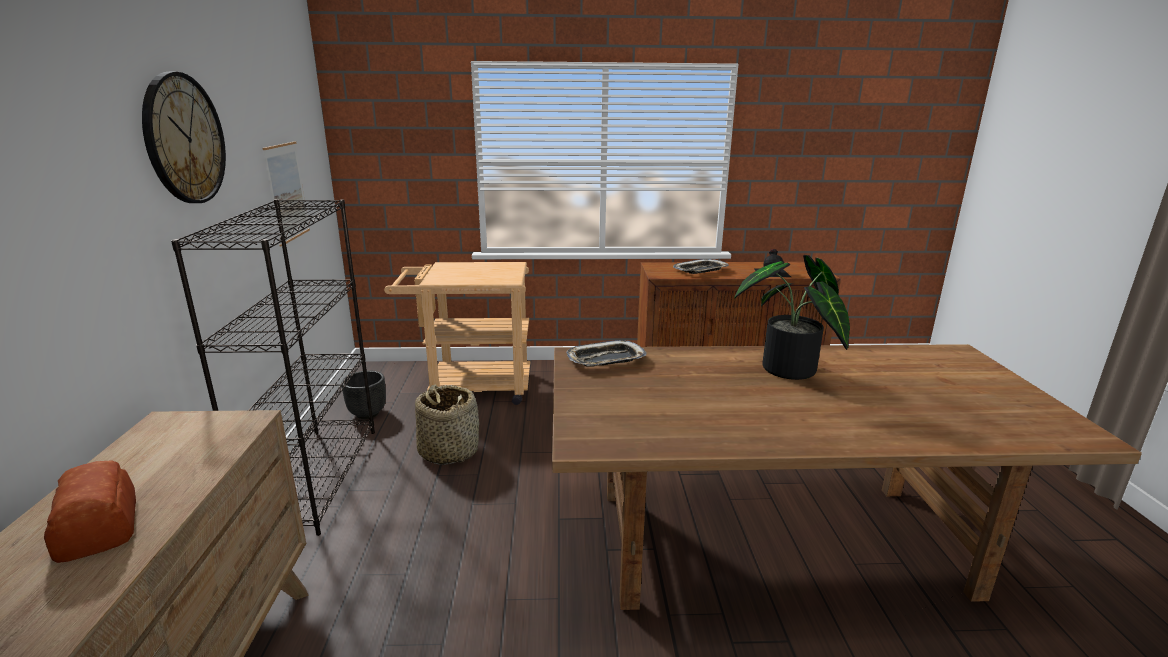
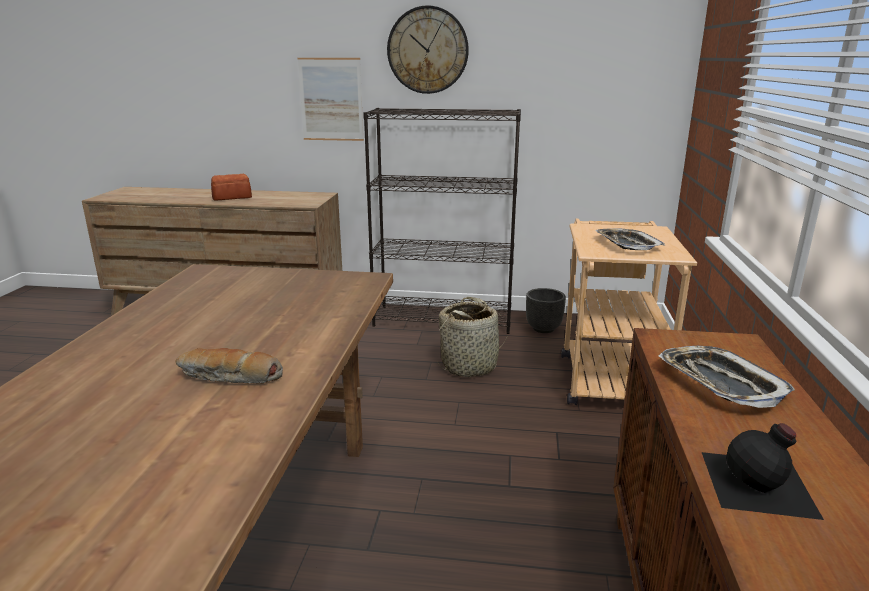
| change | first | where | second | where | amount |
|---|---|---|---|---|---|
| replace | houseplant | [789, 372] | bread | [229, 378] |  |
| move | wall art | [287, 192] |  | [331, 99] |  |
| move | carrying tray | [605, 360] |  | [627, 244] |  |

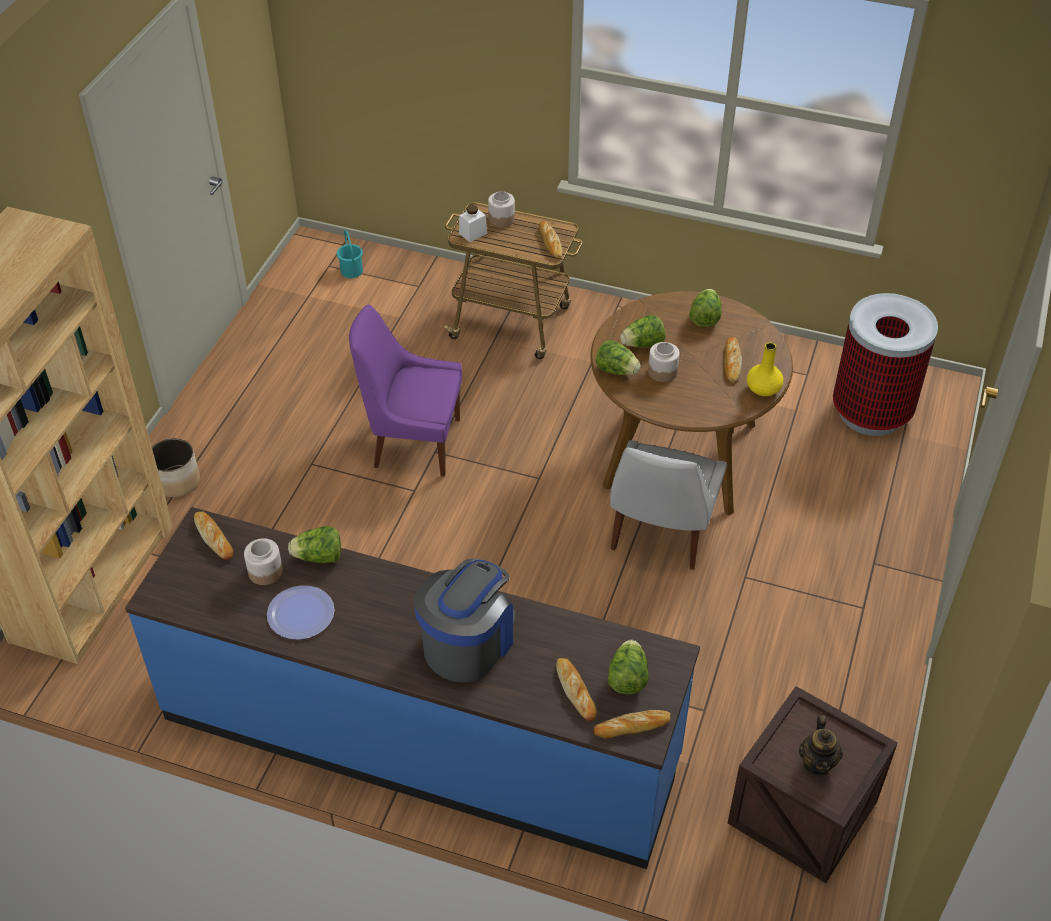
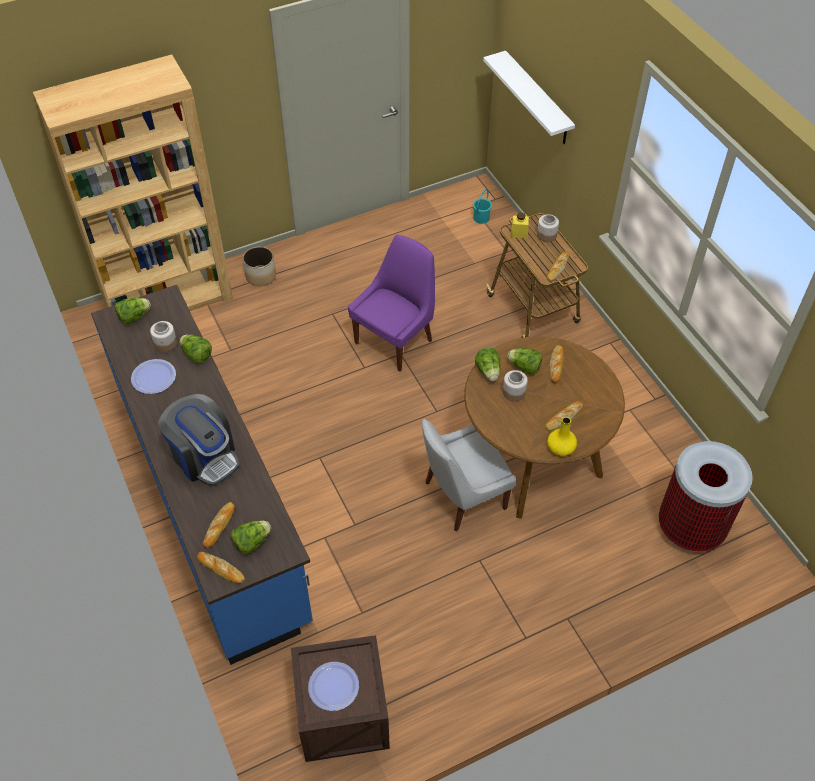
| change | first | where | second | where | amount |
|---|---|---|---|---|---|
| move | lettuce | [704, 318] |  | [134, 317] |  |
| rotate | coffee brewer | [468, 642] |  | [204, 456] | 60 degrees clockwise |
| replace | teapot | [818, 763] | flat dish | [333, 686] |  |
| rotate | plain chair/purplish | [413, 442] |  | [395, 340] | 75 degrees clockwise |
| insert |  |  | shelf/white-coloured | [537, 99] |  |
| recolor | storage jar/white-coloured | [473, 233] | storage jar/yellow-coloured | [519, 233] |  |
| move | bread | [214, 538] |  | [556, 365] |  |

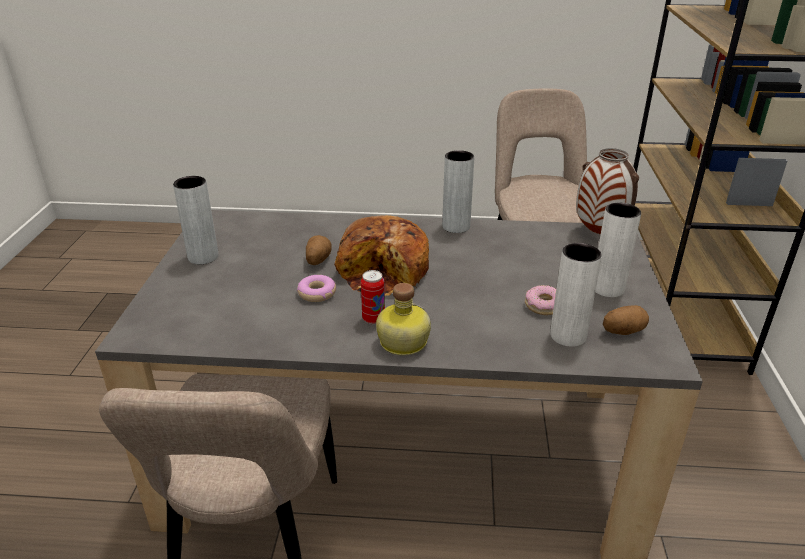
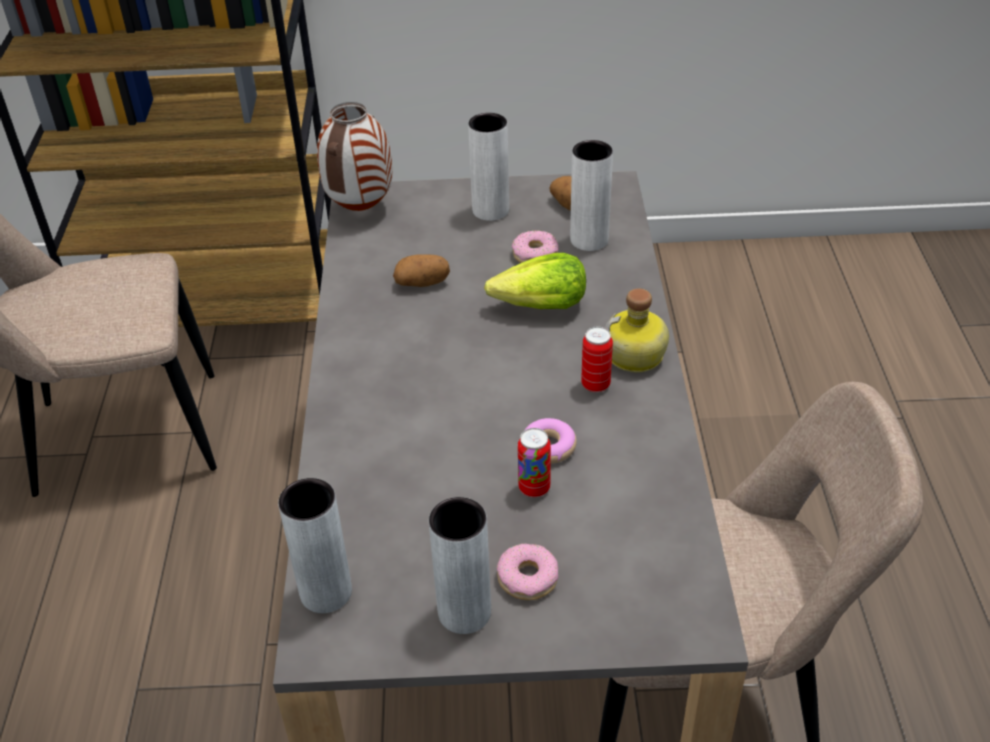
| change | first | where | second | where | amount |
|---|---|---|---|---|---|
| move | flower vase/gray | [456, 226] |  | [326, 592] |  |
| move | spud | [317, 260] |  | [422, 283] |  |
| insert |  |  | lettuce | [541, 306] |  |
| insert |  |  | ring doughnut | [527, 578] |  |
| insert |  |  | metal can | [534, 488] |  |
| delete | bread | [385, 271] |  |  |  |

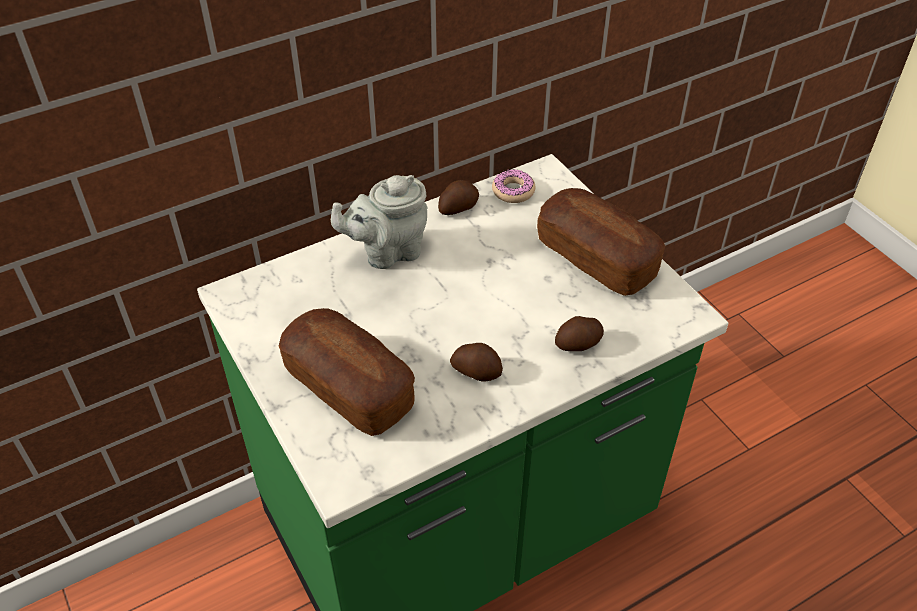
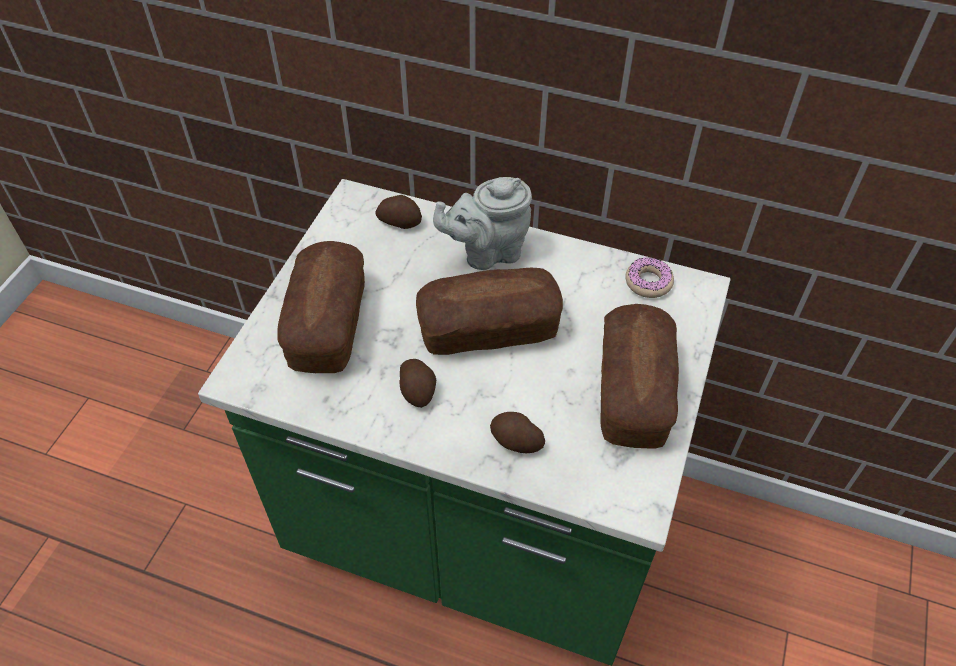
| change | first | where | second | where | amount |
|---|---|---|---|---|---|
| move | spud | [457, 207] |  | [400, 221] |  |
| insert |  |  | bread | [488, 328] |  |
| rotate | teapot/gray | [387, 252] |  | [487, 252] | 45 degrees counterclockwise |

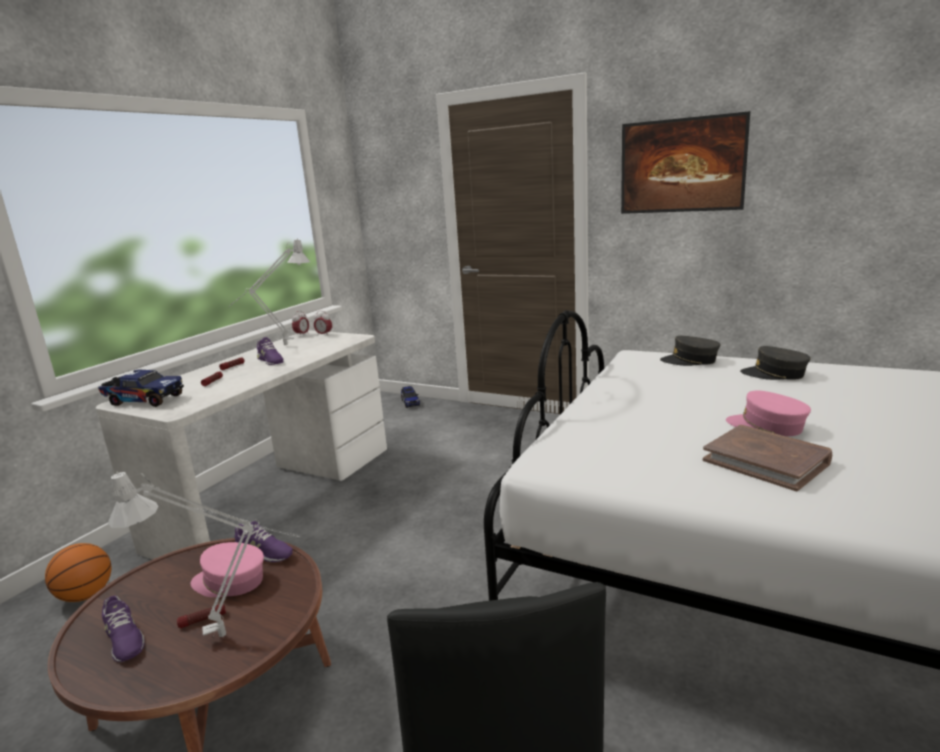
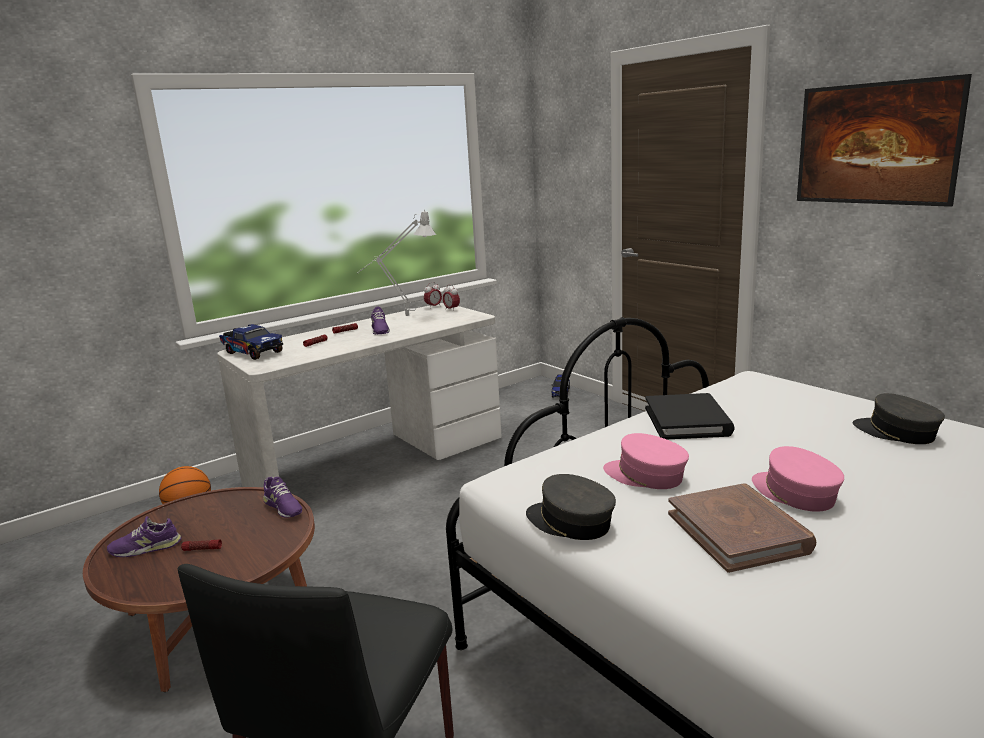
| change | first | where | second | where | amount |
|---|---|---|---|---|---|
| rotate | low shoe/purplish | [124, 639] |  | [145, 548] | 90 degrees clockwise |
| move | cap/gray | [690, 361] |  | [570, 522] |  |
| move | cap/pink | [230, 582] |  | [645, 476] |  |
| insert |  |  | book/black | [687, 421] |  |
| delete | table lamp/gray | [234, 633] |  |  |  |

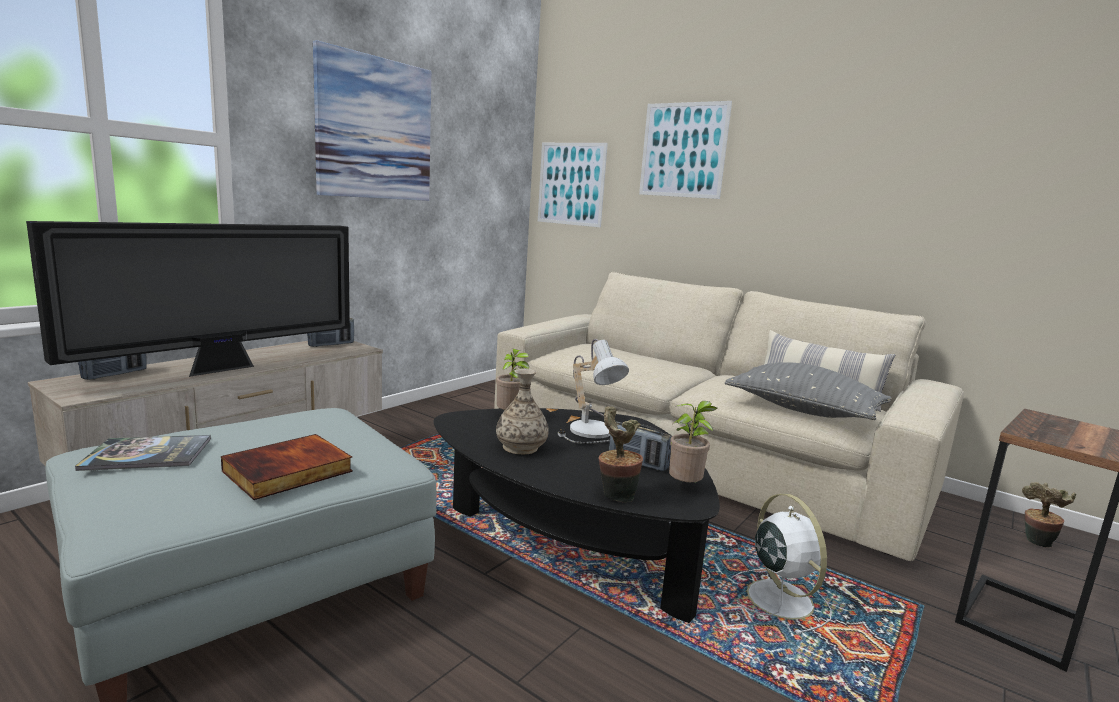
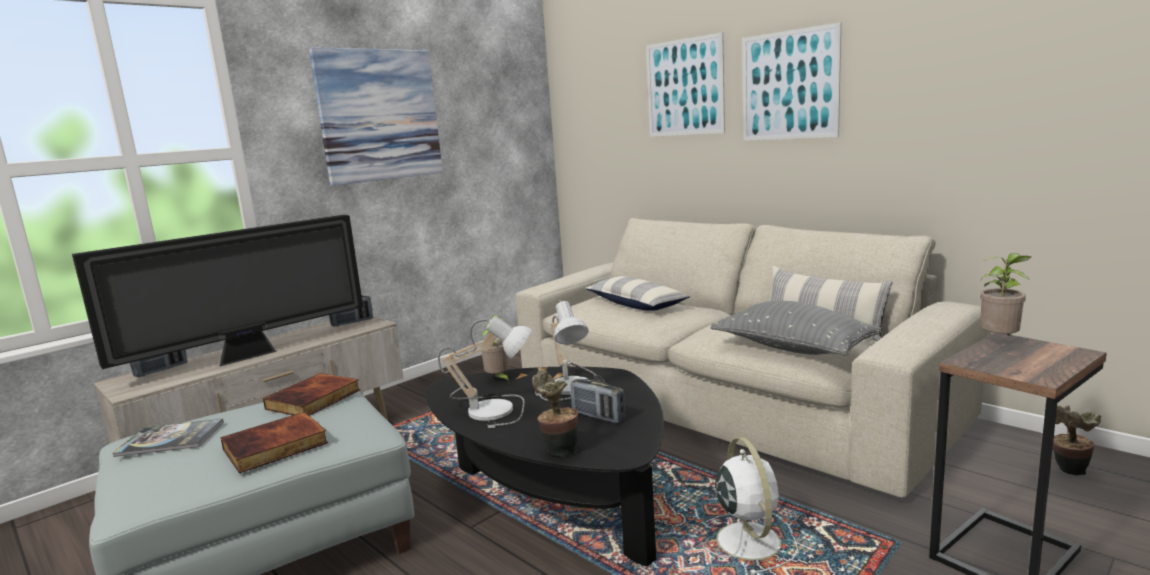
| change | first | where | second | where | amount |
|---|---|---|---|---|---|
| insert |  |  | book | [314, 400] |  |
| replace | flower vase | [521, 447] | table lamp | [494, 408] |  |
| insert |  |  | cushion | [636, 304] |  |
| move | wall art | [571, 184] |  | [789, 85] |  |
| move | houseplant | [686, 488] |  | [1000, 341] |  |

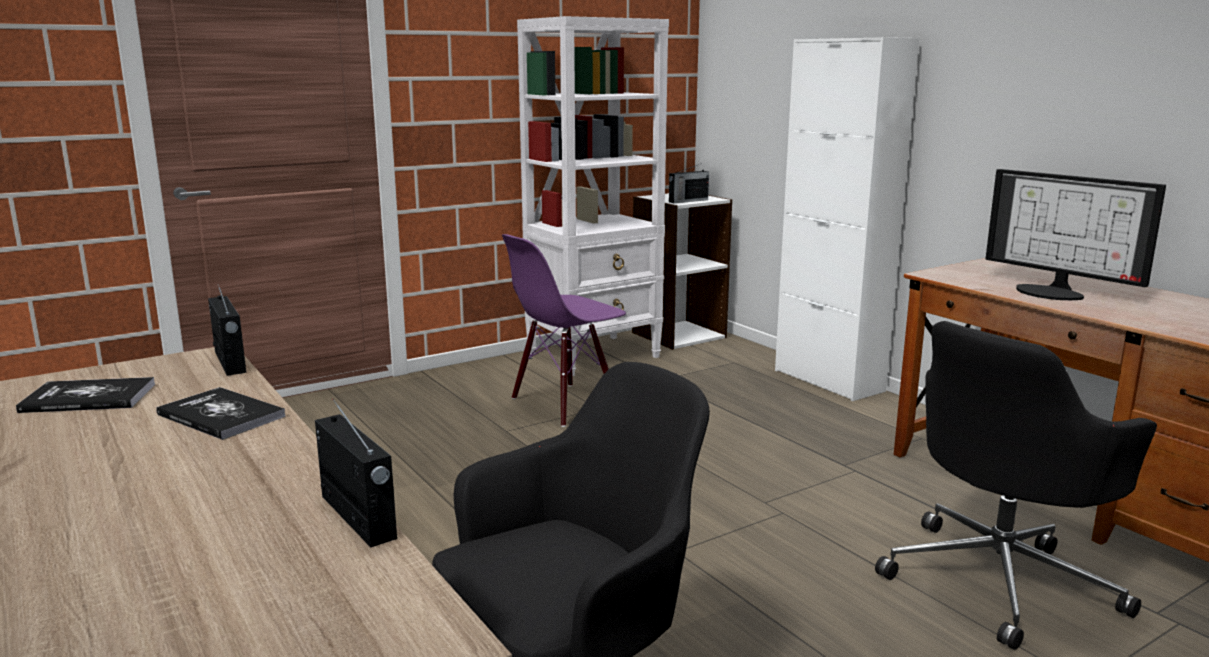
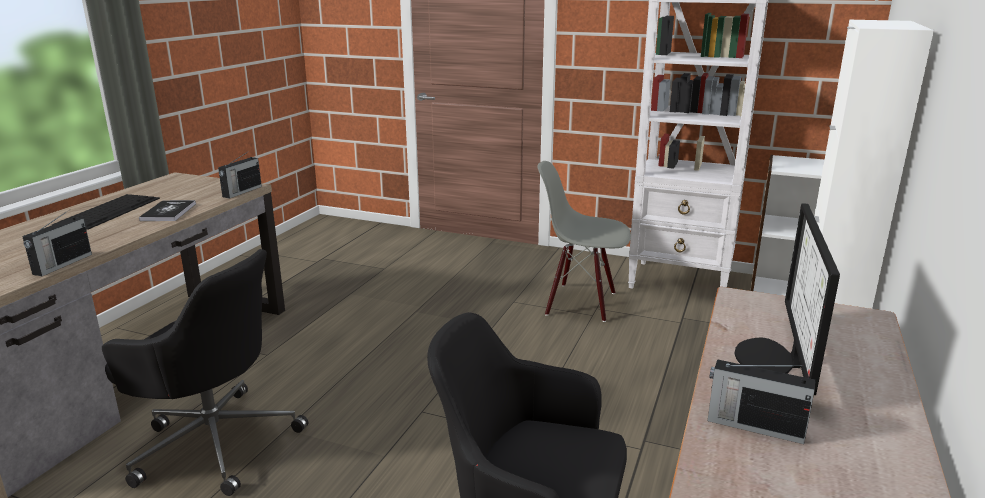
| change | first | where | second | where | amount |
|---|---|---|---|---|---|
| insert |  |  | computer keyboard | [109, 211] |  |
| recolor | plain chair/purplish | [565, 404] | plain chair/gray | [581, 303] |  |
| move | radio set | [687, 201] |  | [753, 426] |  |
| delete | book | [89, 398] |  |  |  |

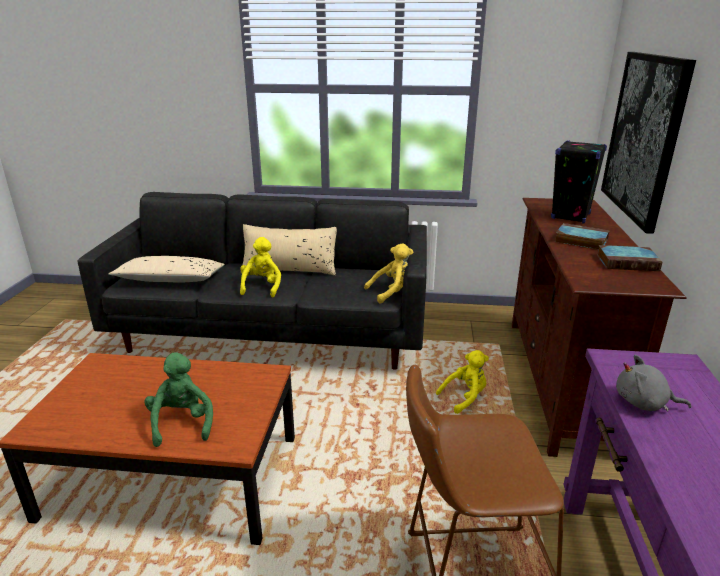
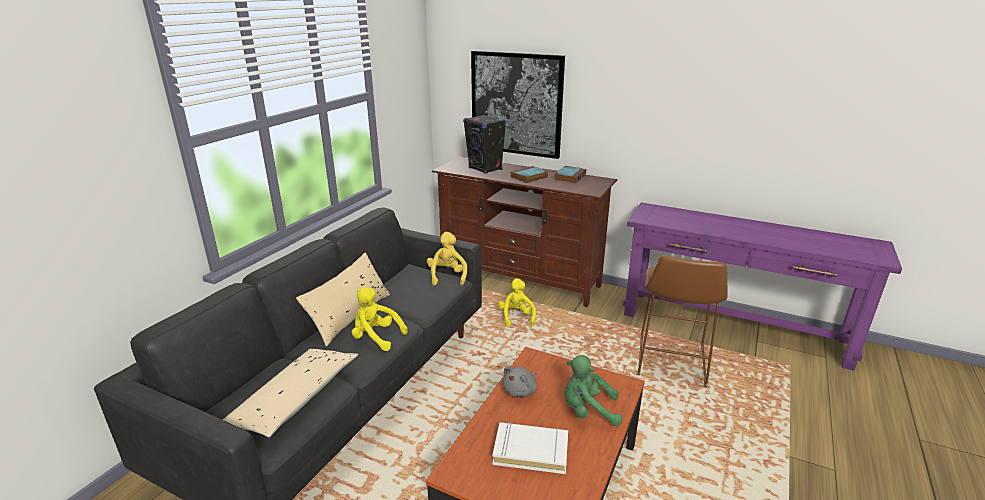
| change | first | where | second | where | amount |
|---|---|---|---|---|---|
| insert |  |  | book/white-coloured | [531, 451] |  |
| move | soft toy/gray | [644, 403] |  | [520, 391] |  |

